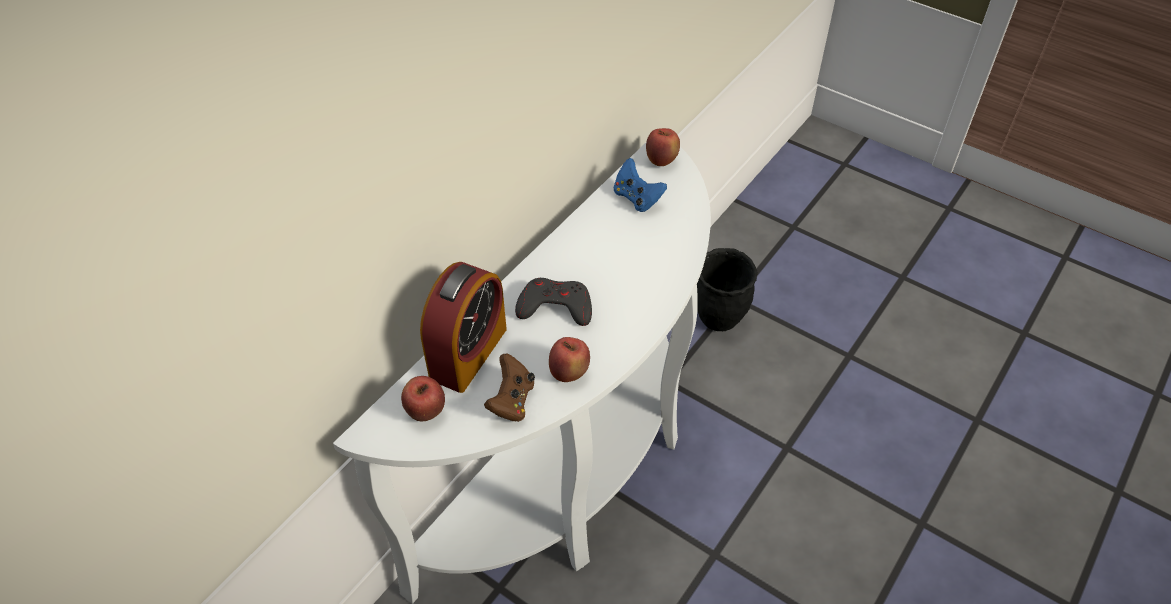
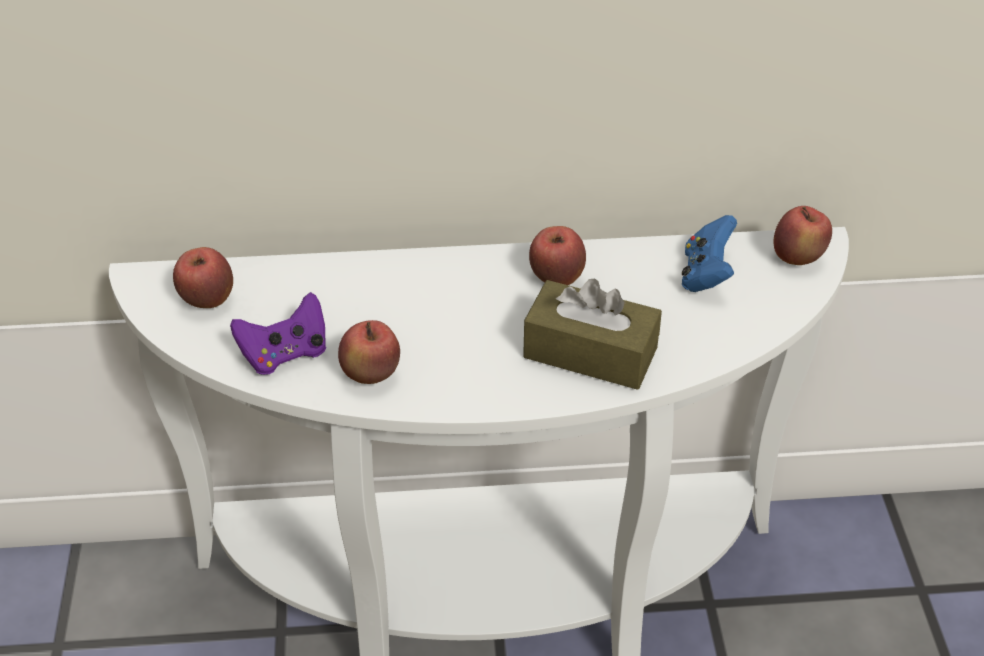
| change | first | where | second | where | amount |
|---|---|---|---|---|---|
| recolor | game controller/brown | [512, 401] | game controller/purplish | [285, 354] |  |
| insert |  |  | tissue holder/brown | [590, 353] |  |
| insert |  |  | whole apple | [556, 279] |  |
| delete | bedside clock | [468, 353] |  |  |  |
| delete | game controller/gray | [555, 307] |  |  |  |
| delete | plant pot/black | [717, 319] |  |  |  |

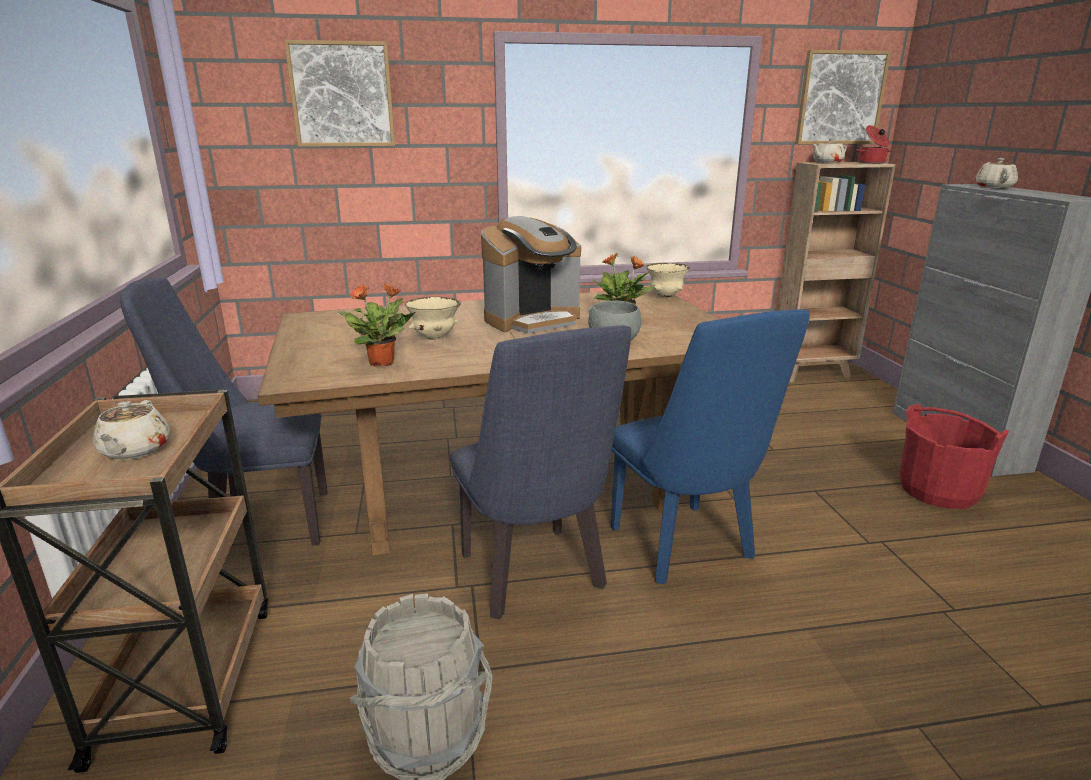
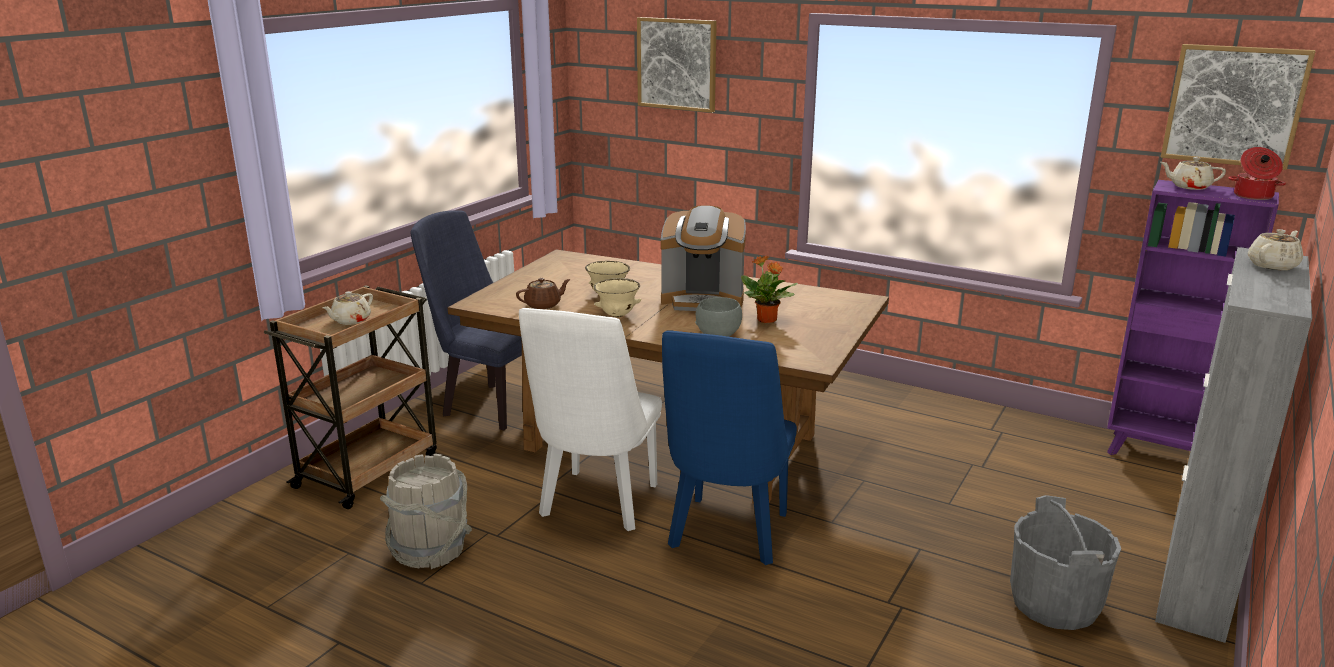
| change | first | where | second | where | amount |
|---|---|---|---|---|---|
| replace | houseplant | [383, 362] | teapot/brown | [543, 305] |  |
| recolor | plain chair/blue | [536, 578] | plain chair/white-coloured | [597, 506] |  |
| move | serving bowl/beige-coloured | [665, 296] |  | [618, 315] |  |
| recolor | bucket/red-coloured | [938, 491] | bucket/gray | [1055, 604] |  |
| recolor | shelving unit/brown | [812, 374] | shelving unit/purplish | [1159, 454] |  |

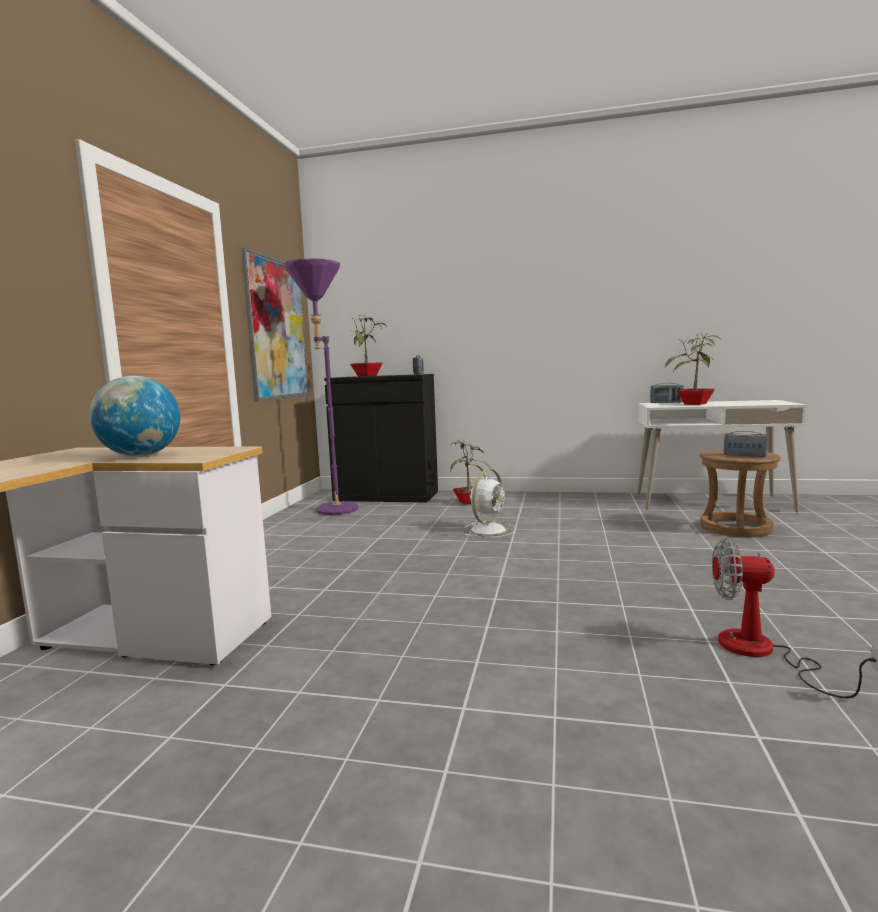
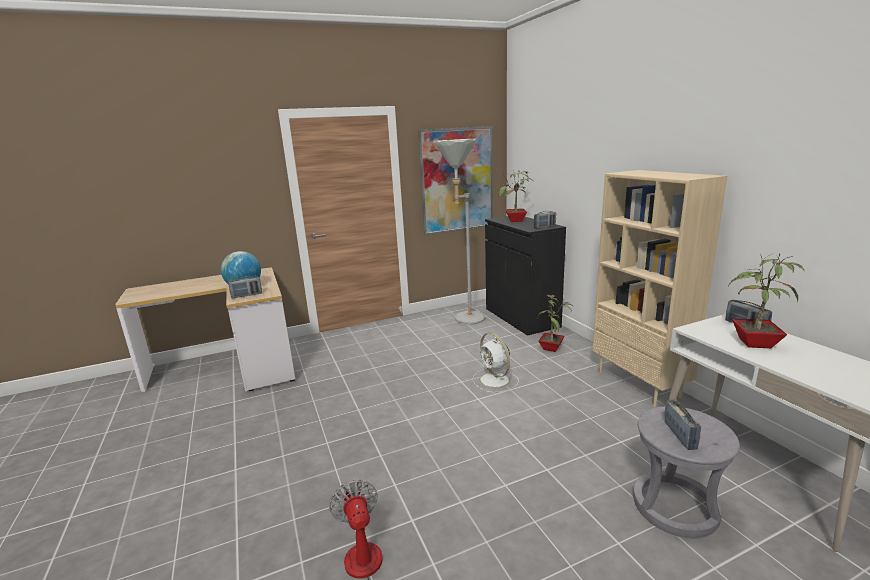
| change | first | where | second | where | amount |
|---|---|---|---|---|---|
| insert |  |  | radio set | [246, 295] |  |
| recolor | standard lamp/purplish | [331, 512] | standard lamp/gray | [463, 319] |  |
| rotate | electric fan/white-coloured | [489, 529] |  | [495, 381] | 60 degrees clockwise |
| insert |  |  | shelving unit/beige-coloured | [639, 384] |  |
| recolor | sitting stool/brown | [735, 528] | sitting stool/gray | [674, 506] |  |

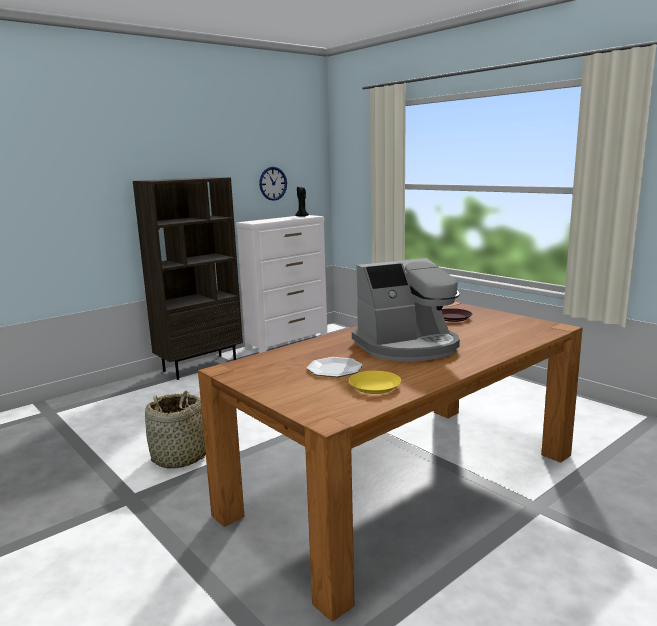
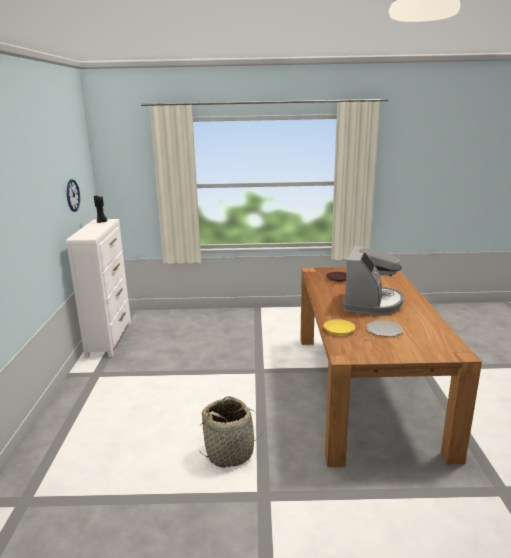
| change | first | where | second | where | amount |
|---|---|---|---|---|---|
| move | flat dish/yellow-coloured | [375, 387] |  | [339, 330] |  |
| delete | shelving unit/brown | [200, 366] |  |  |  |

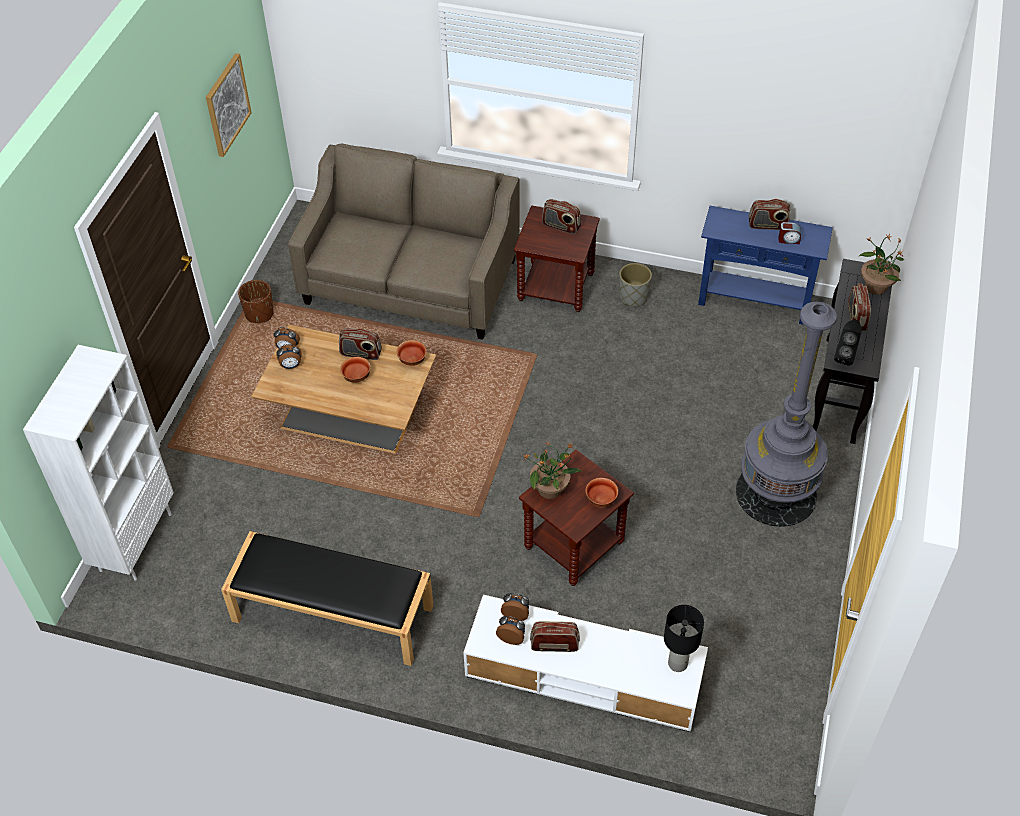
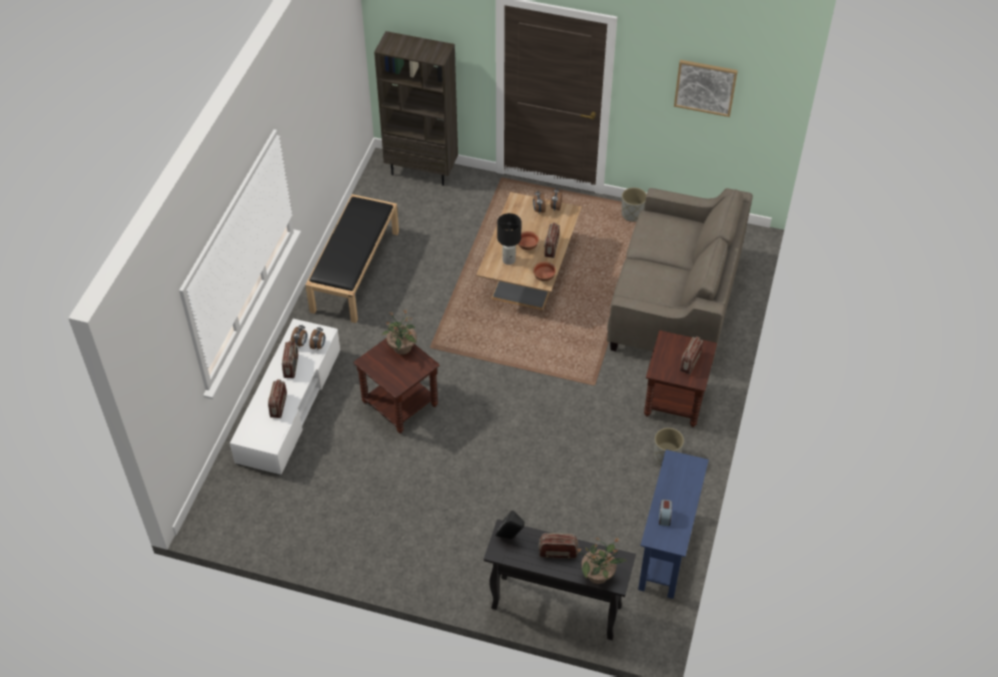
| change | first | where | second | where | amount |
|---|---|---|---|---|---|
| move | radio set | [767, 225] |  | [278, 406] |  |
| recolor | shelving unit/white-coloured | [135, 541] | shelving unit/brown | [422, 171] |  |
| move | table lamp/black | [677, 663] |  | [509, 260] |  |
| recolor | plant pot/brown | [259, 314] | plant pot/gray | [632, 214] |  |
| delete | serving bowl | [600, 499] |  |  |  |
| delete | standard lamp/gray | [776, 493] |  |  |  |

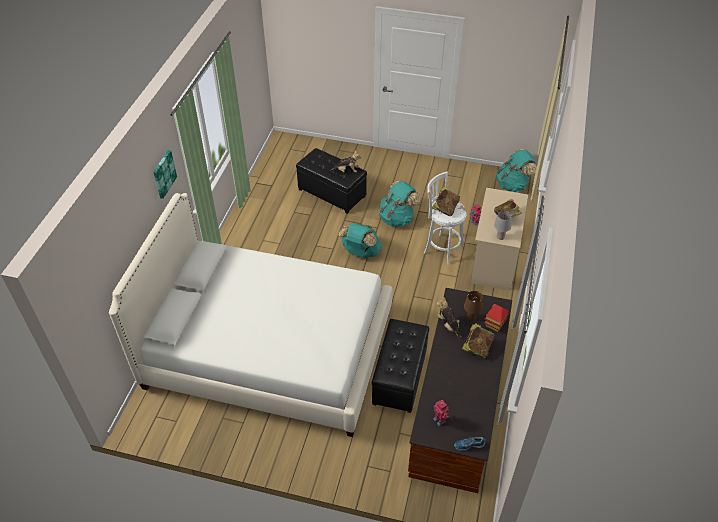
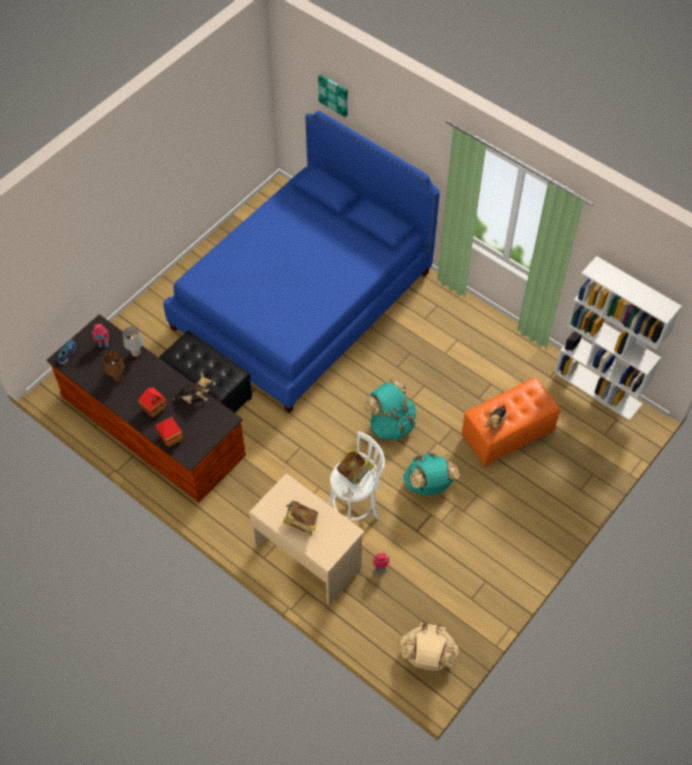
| change | first | where | second | where | amount |
|---|---|---|---|---|---|
| move | table lamp/brown | [471, 317] |  | [118, 378] |  |
| move | table lamp/gray | [500, 237] |  | [135, 353] |  |
| replace | book | [477, 348] | toy house | [154, 408] |  |
| recolor | bedroom bed/white-coloured | [269, 349] | bedroom bed/blue | [303, 300] |  |
| move | wall art | [163, 174] |  | [334, 94] |  |
| recolor | knapsack/blue-green | [513, 185] | knapsack/beige-coloured | [427, 656] |  |
| recolor | pouffe/black | [331, 193] | pouffe/orangey | [507, 433] |  |
| insert |  |  | shelving unit/white-coloured | [598, 388] |  |

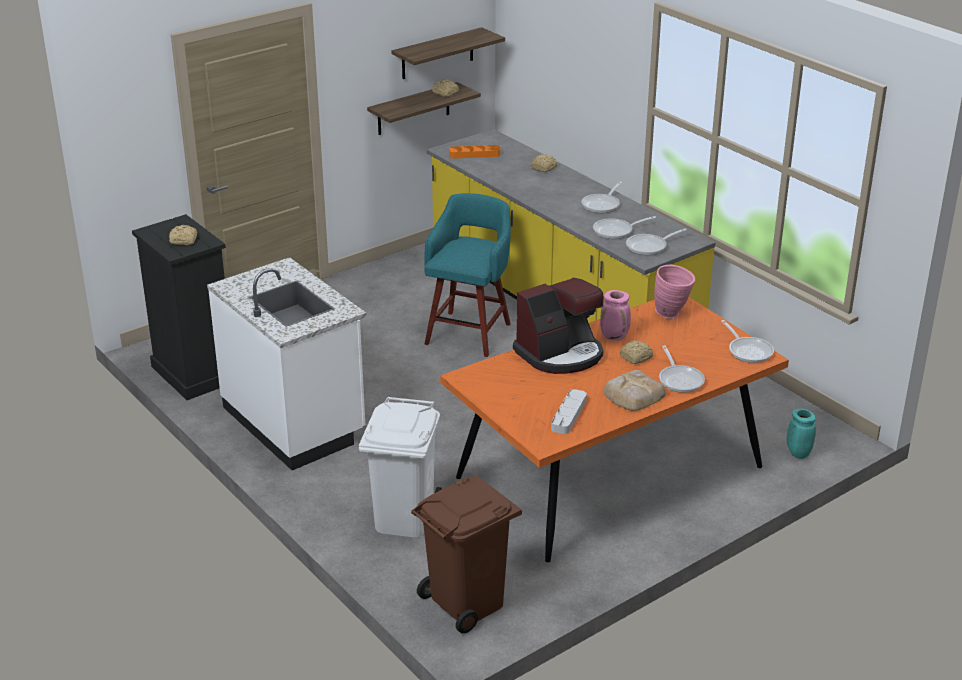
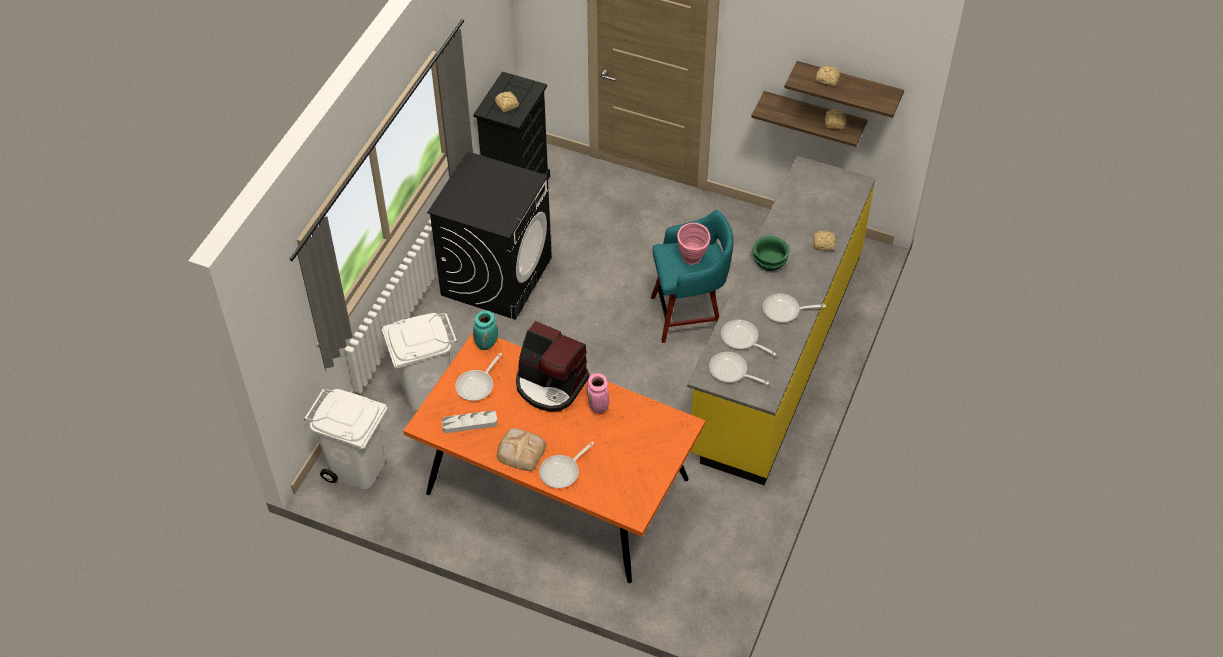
| change | first | where | second | where | amount |
|---|---|---|---|---|---|
| recolor | waste bin/brown | [468, 603] | waste bin/white-coloured | [357, 469] |  |
| replace | counter/white-coloured | [295, 422] | washing machine/black | [496, 276] |  |
| move | skillet | [748, 350] |  | [477, 385] |  |
| move | flower vase/blue-green | [797, 453] |  | [486, 343] |  |
| move | flower vase/pink | [672, 314] |  | [692, 261] |  |
| insert |  |  | serving bowl/green-coloured | [769, 261] |  |
| move | bread | [637, 357] |  | [828, 79] |  |
| delete | carrying tray/orangey | [474, 154] |  |  |  |

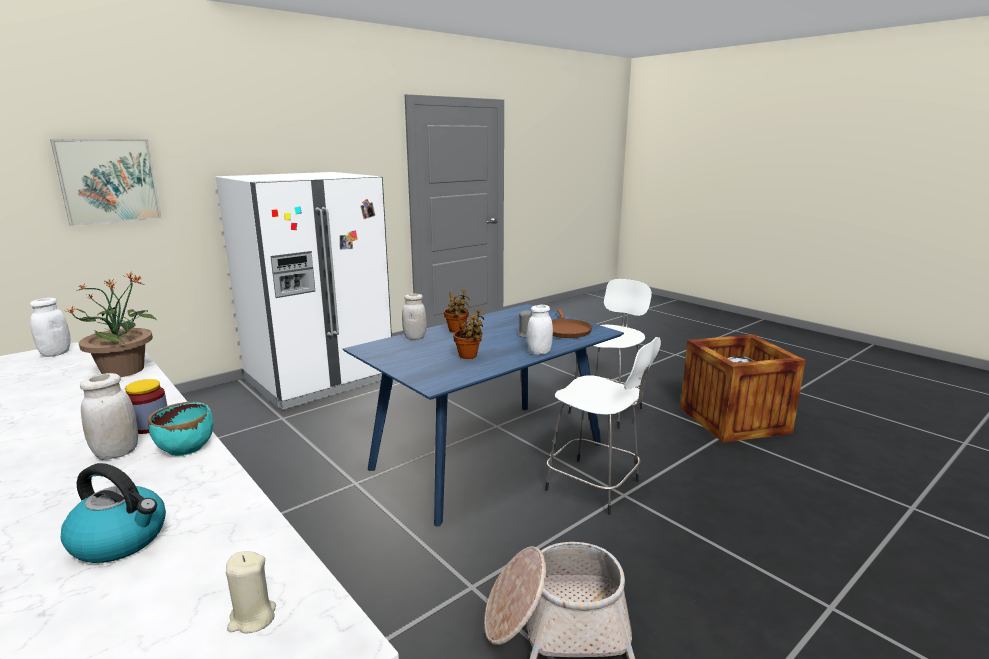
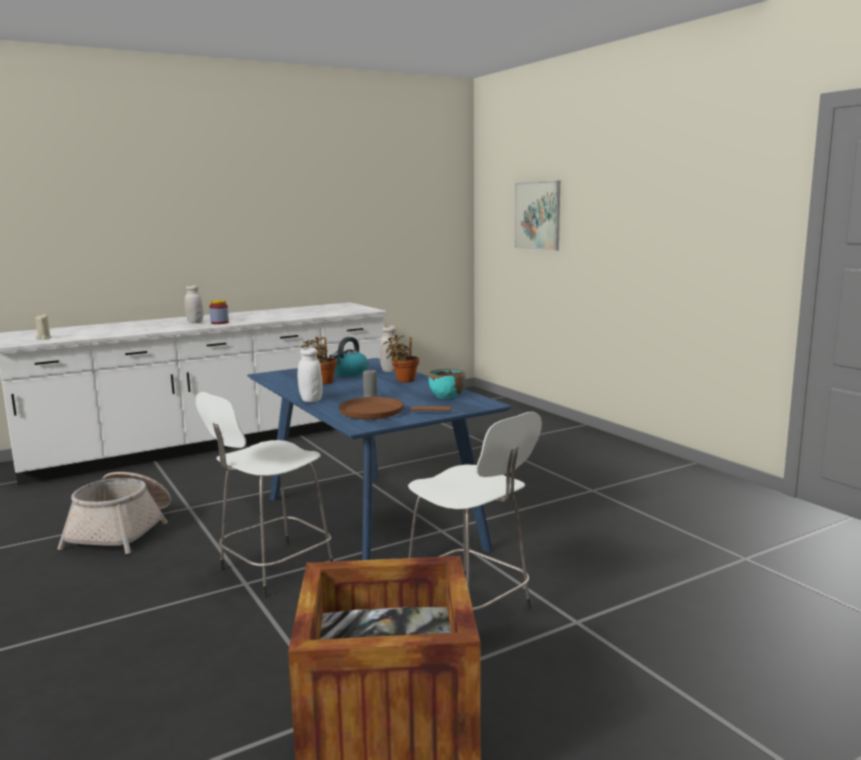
| change | first | where | second | where | amount |
|---|---|---|---|---|---|
| move | kettle | [121, 540] |  | [349, 373] |  |
| move | serving bowl/blue-green | [186, 448] |  | [446, 396] |  |
| delete | storage jar/white-coloured | [55, 353] |  |  |  |
| delete | houseplant | [124, 370] |  |  |  |
| delete | kitchen fridge/white-coloured | [319, 380] |  |  |  |

